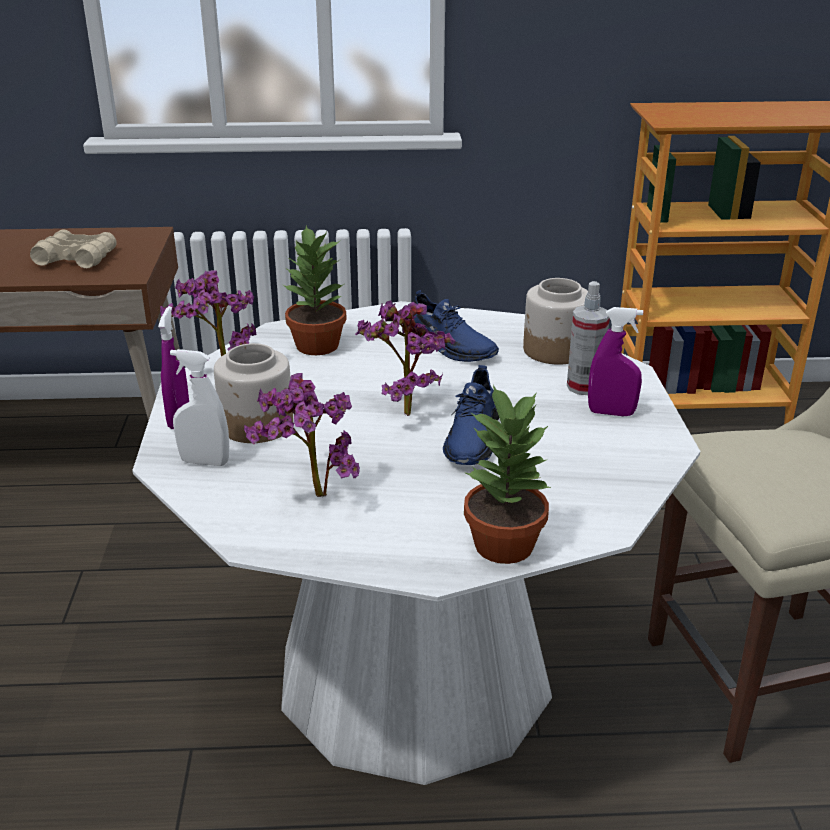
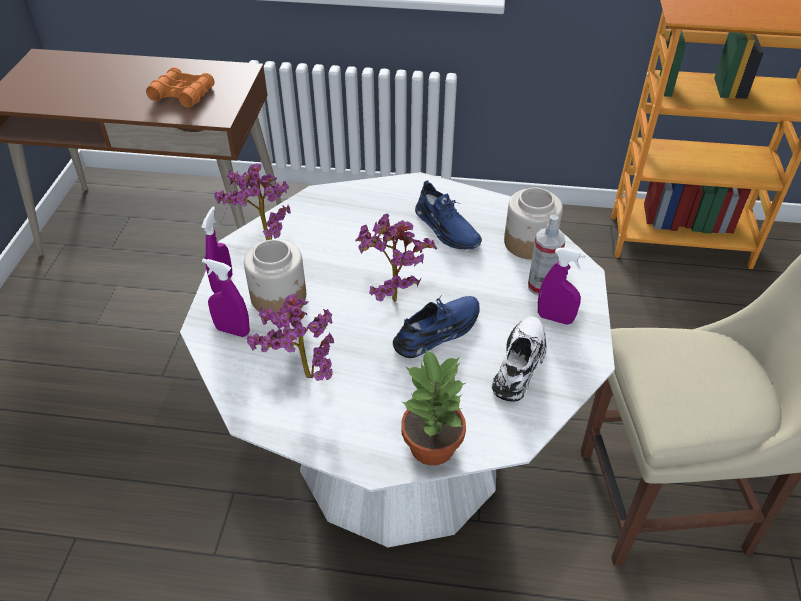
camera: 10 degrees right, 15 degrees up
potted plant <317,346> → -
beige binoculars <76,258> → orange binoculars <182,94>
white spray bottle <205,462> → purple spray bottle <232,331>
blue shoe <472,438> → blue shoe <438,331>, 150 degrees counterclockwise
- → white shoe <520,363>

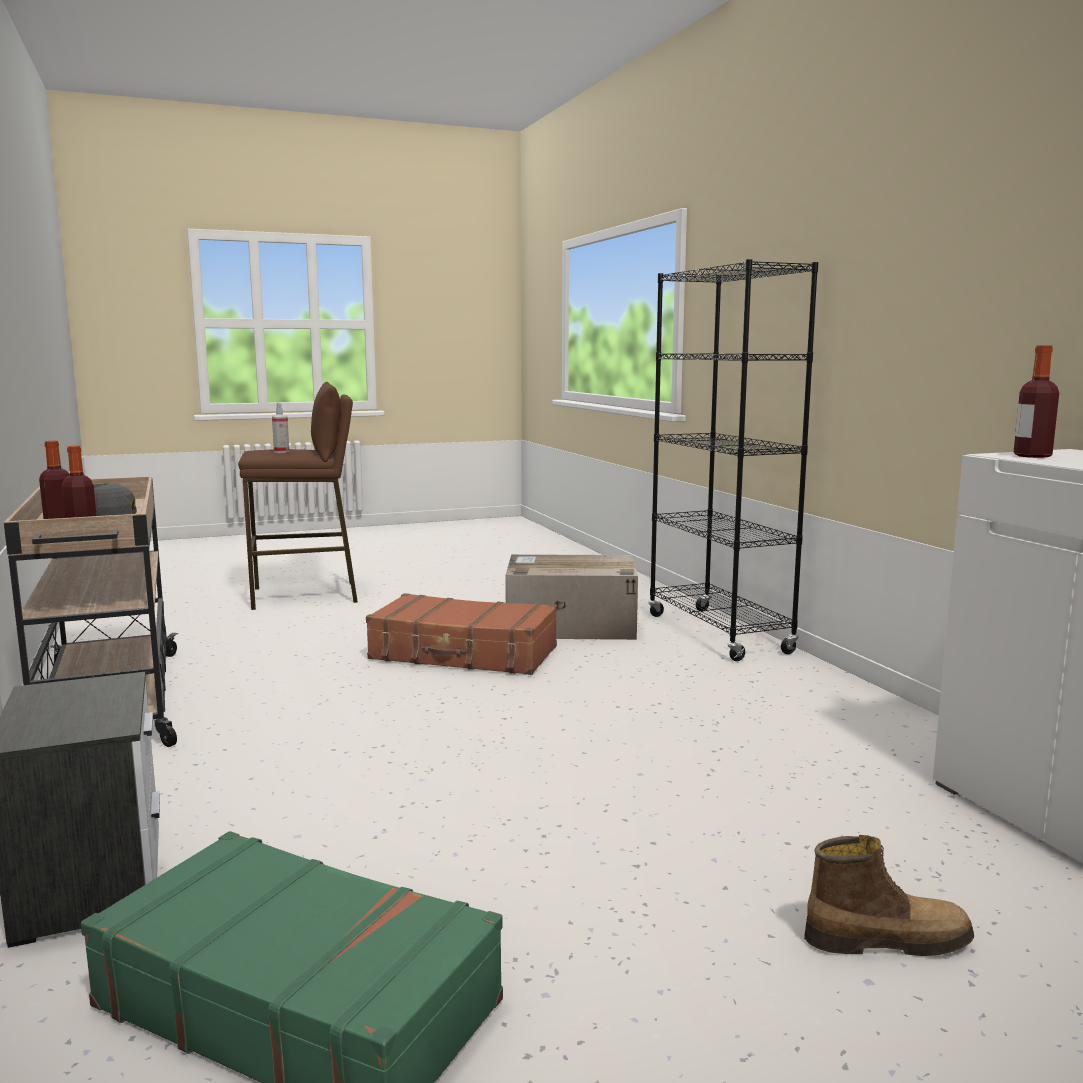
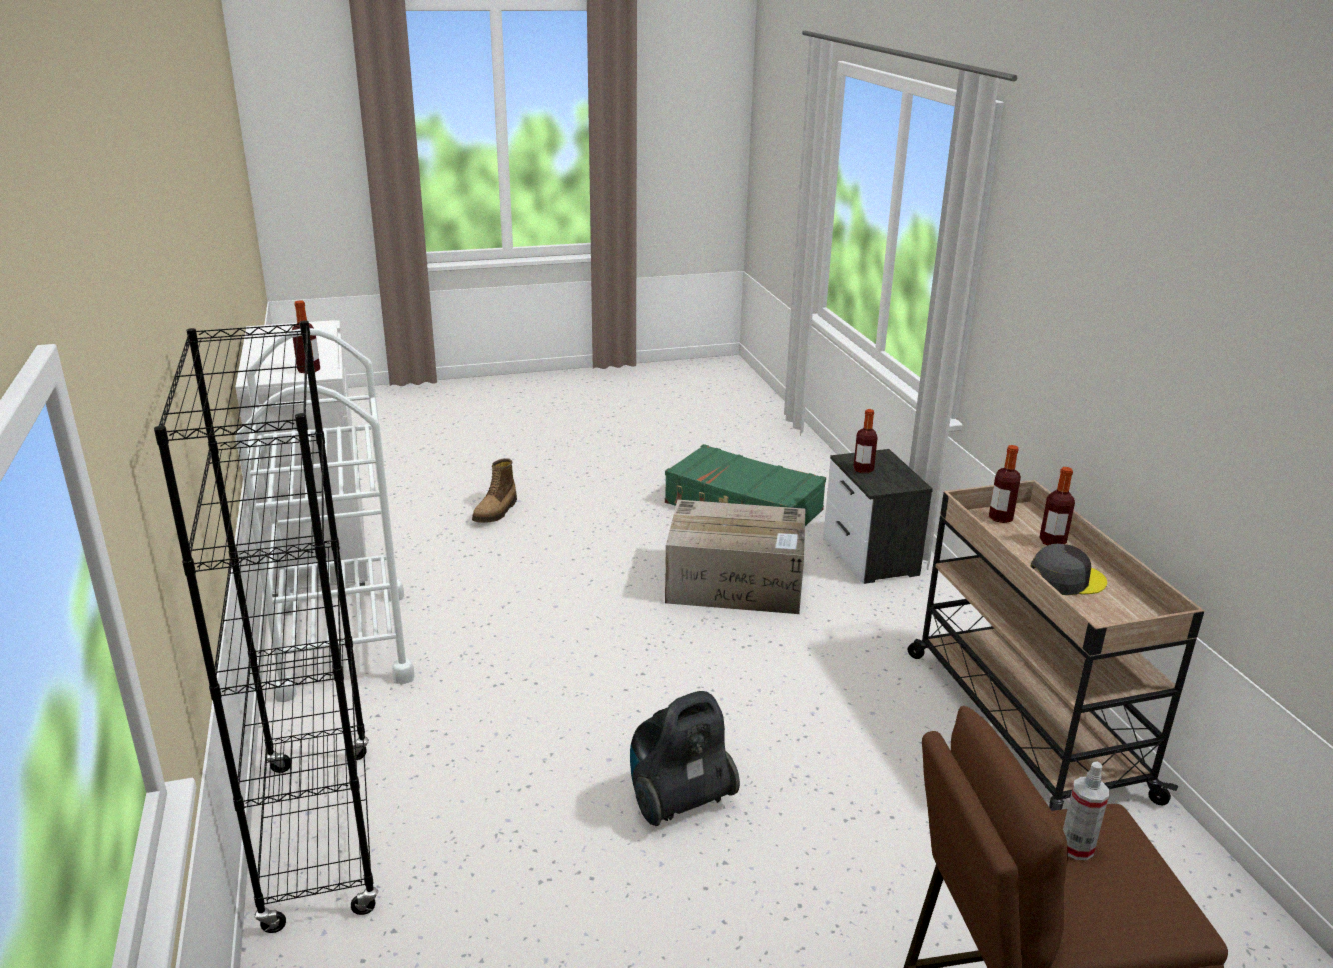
camera: 175 degrees left, 15 degrees up
cardboard box <569,625> → cardboard box <737,583>, relocated
brown suitcase <464,654> → vacuum cleaner <678,802>
boot <886,940> → boot <496,512>, 75 degrees counterclockwise
- → white cart <343,643>
- → bottle <863,469>

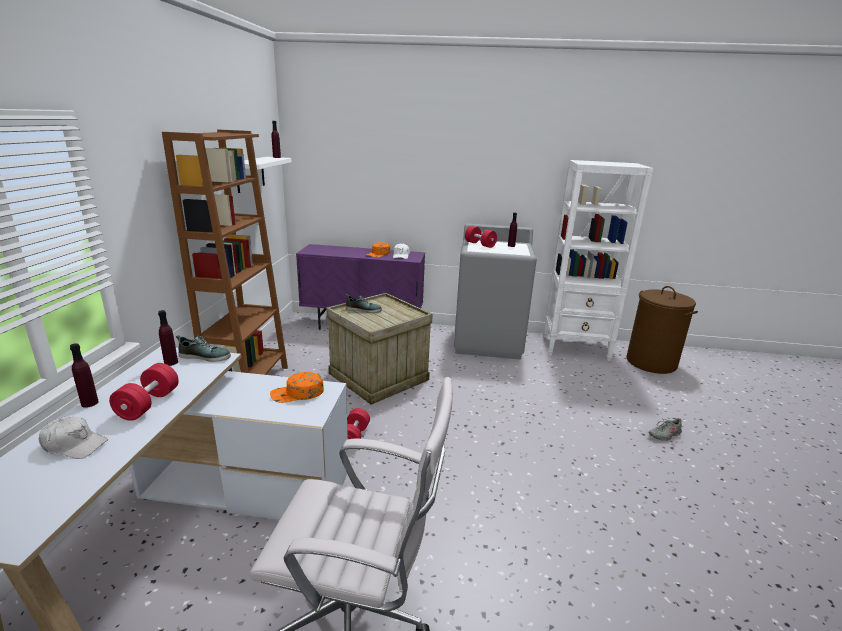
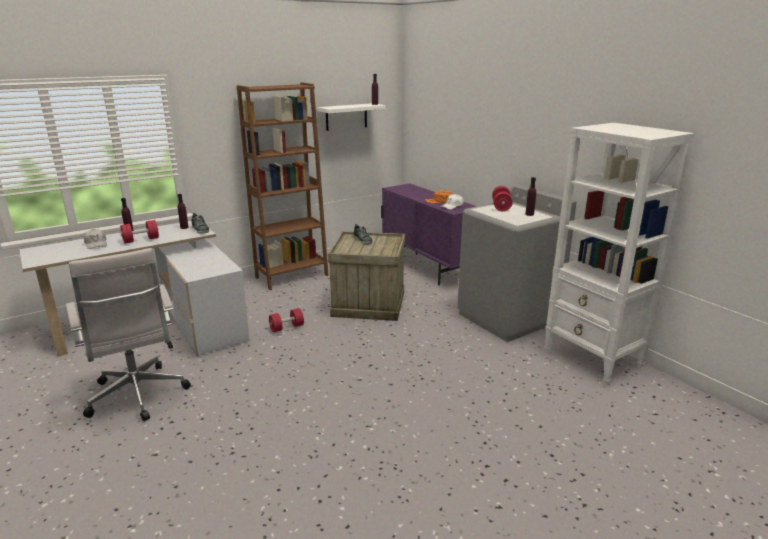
camera: 50 degrees right, 0 degrees up
brown laundry basket <651,362> → -
orange cap <297,393> → -
grey shoe <664,434> → -

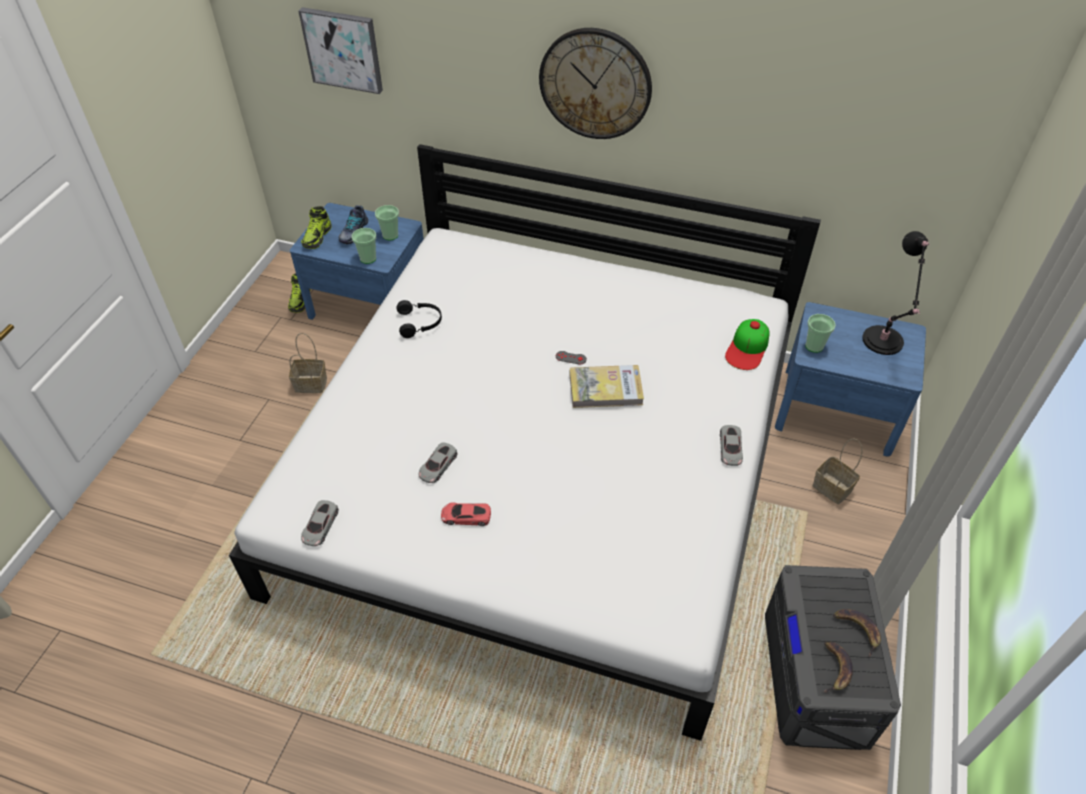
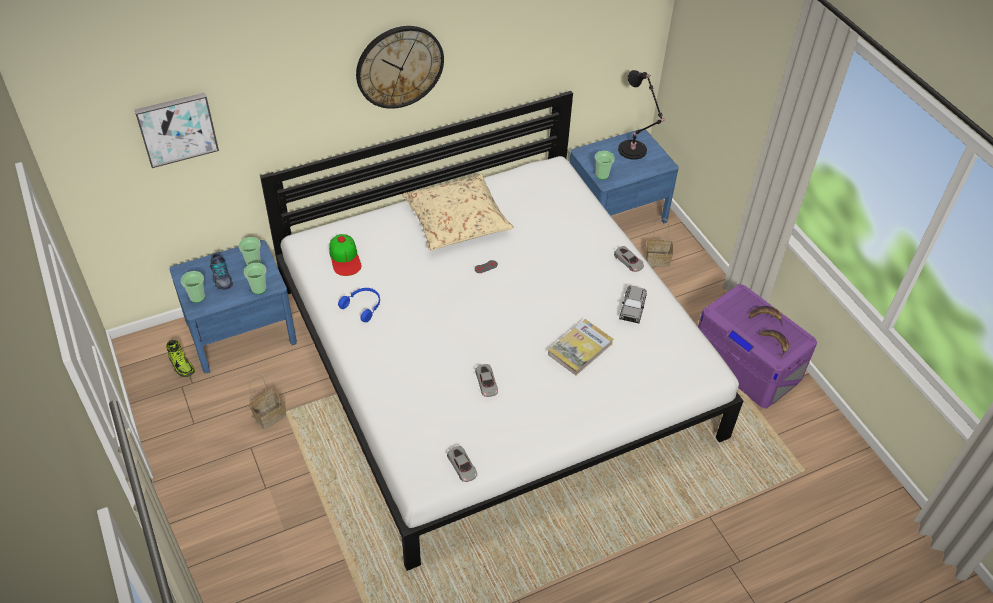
camera: 45 degrees left, 0 degrees up
shoe <317,237> → cup <197,297>
black headphones <420,323> → blue headphones <363,306>
cap <747,348> → cap <345,258>, relocated
book <605,389> → book <580,349>, relocated
red toy car <466,516> → -
grey storage box <816,675> → purple storage box <746,363>
- → beige pillow <457,221>
- → grey toy car <632,309>

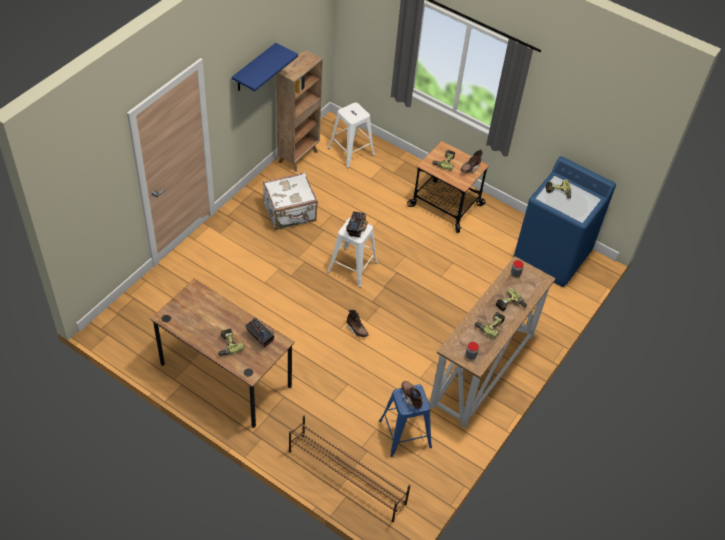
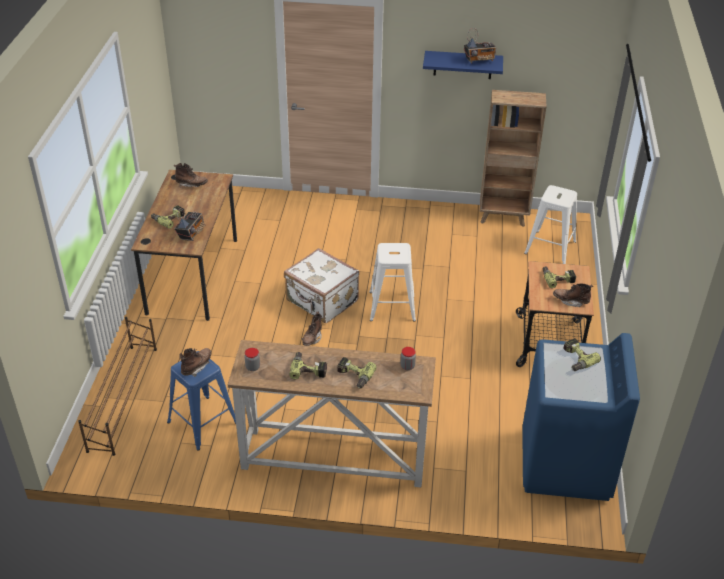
camera: 65 degrees right, 10 degrees down
white suitcase <290,213> → white suitcase <321,301>, relocated
radio <356,229> → radio <479,60>, relocated
- → brown boot <191,184>

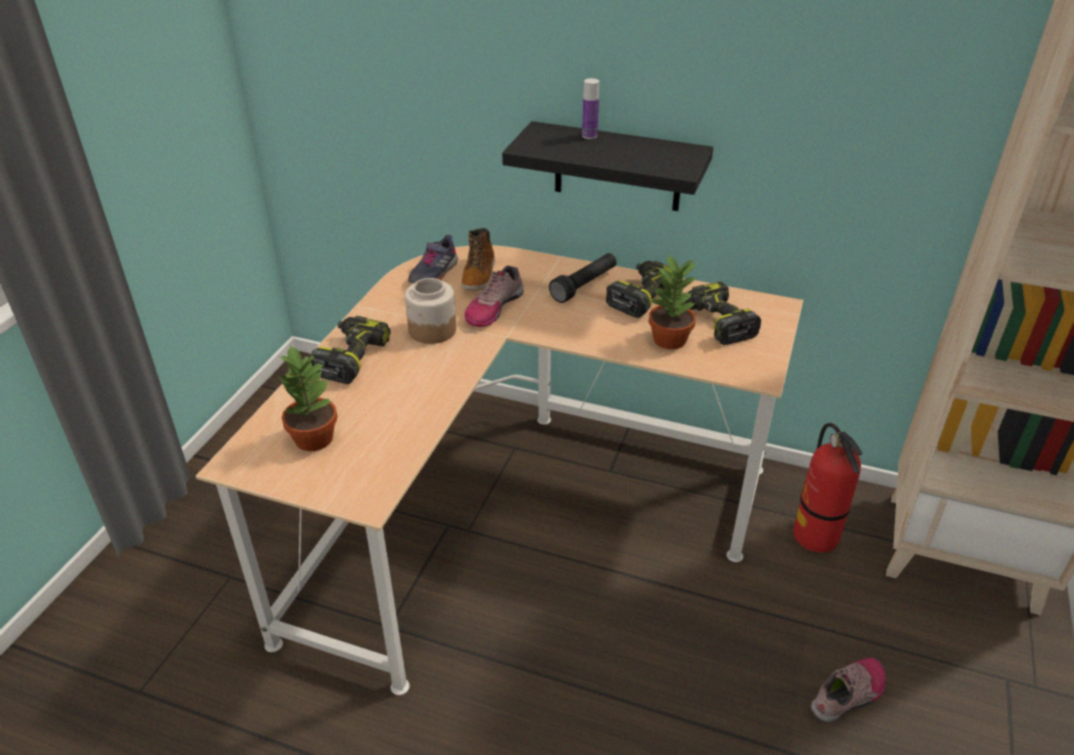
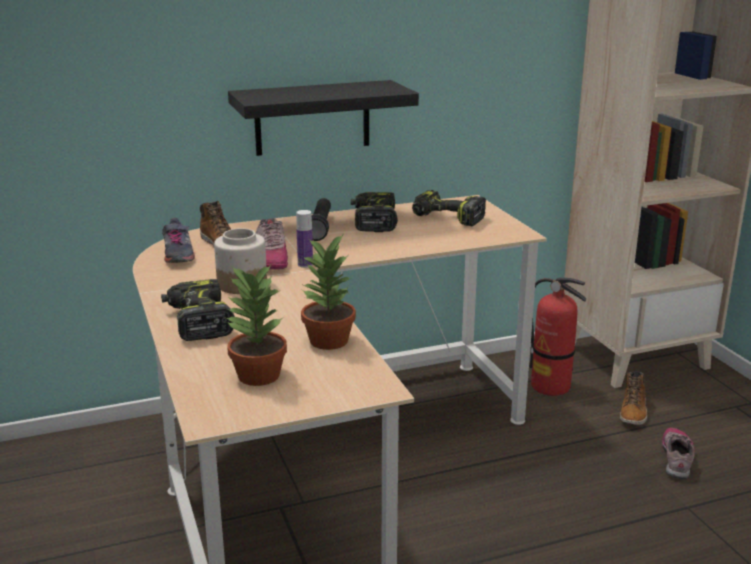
camera: 40 degrees left, 15 degrees down
bottle <589,136> → bottle <305,264>, relocated
potted plant <670,340> → potted plant <330,341>, relocated
- → boot <633,412>

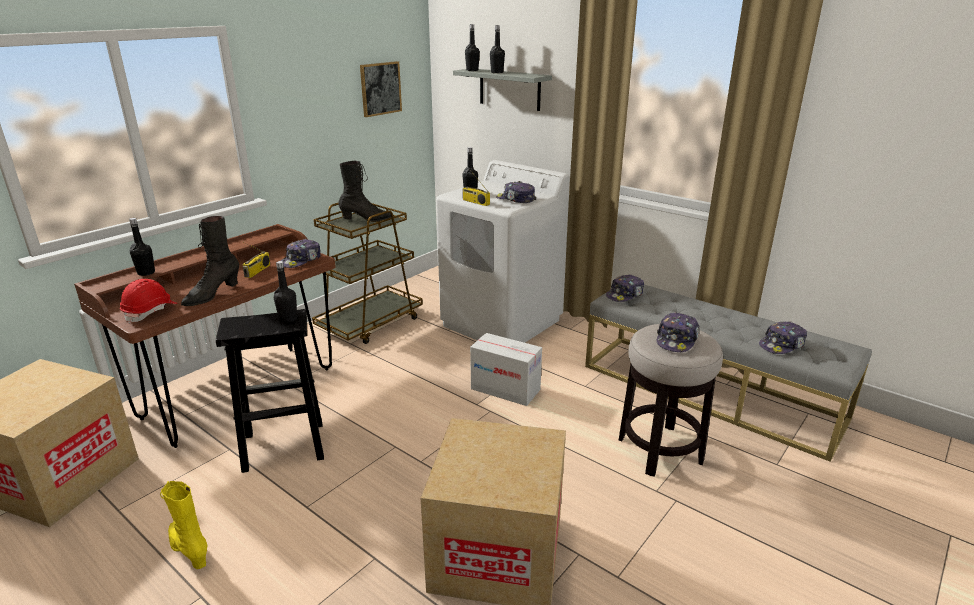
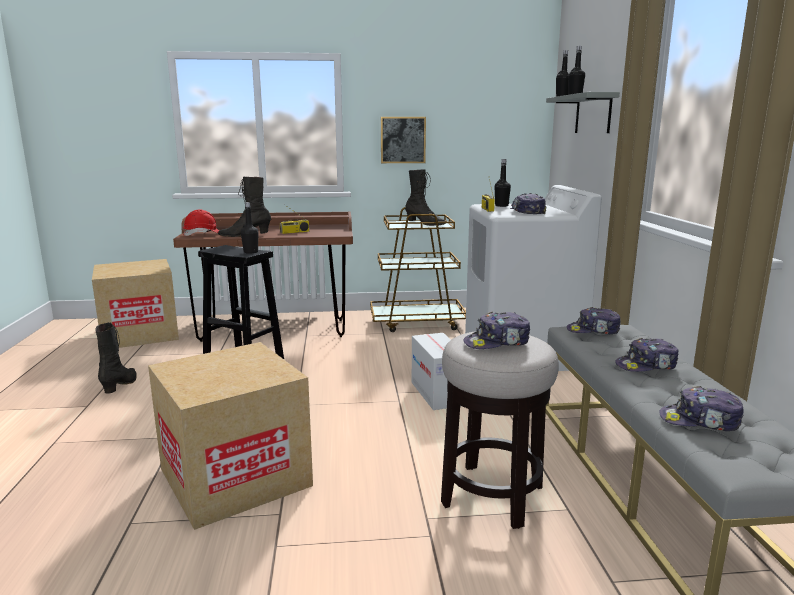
camera: 45 degrees right, 10 degrees down
picture <380,88> → picture <403,140>, relocated
black bottle <146,273> → -
cap <301,260> → cap <646,366>, relocated
yellow boot <190,550> → black boot <121,385>

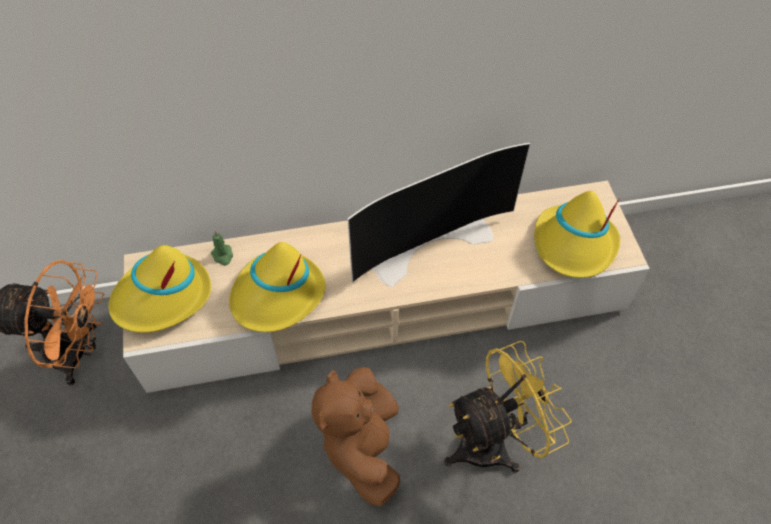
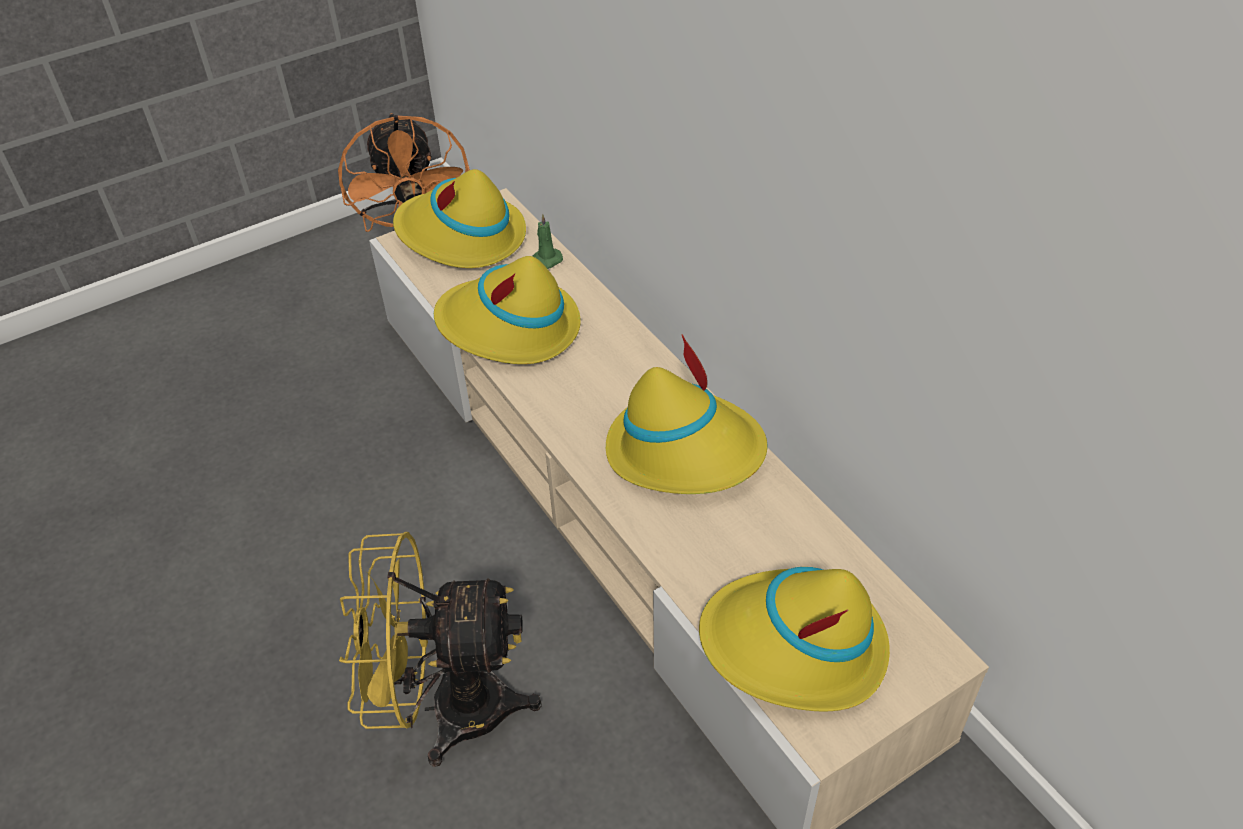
camera: 70 degrees right, 10 degrees down
television <429,241> → yellow hat <685,450>
yellow fan <493,441> → yellow fan <448,709>, 135 degrees clockwise
brown plush toy <362,445> → -

